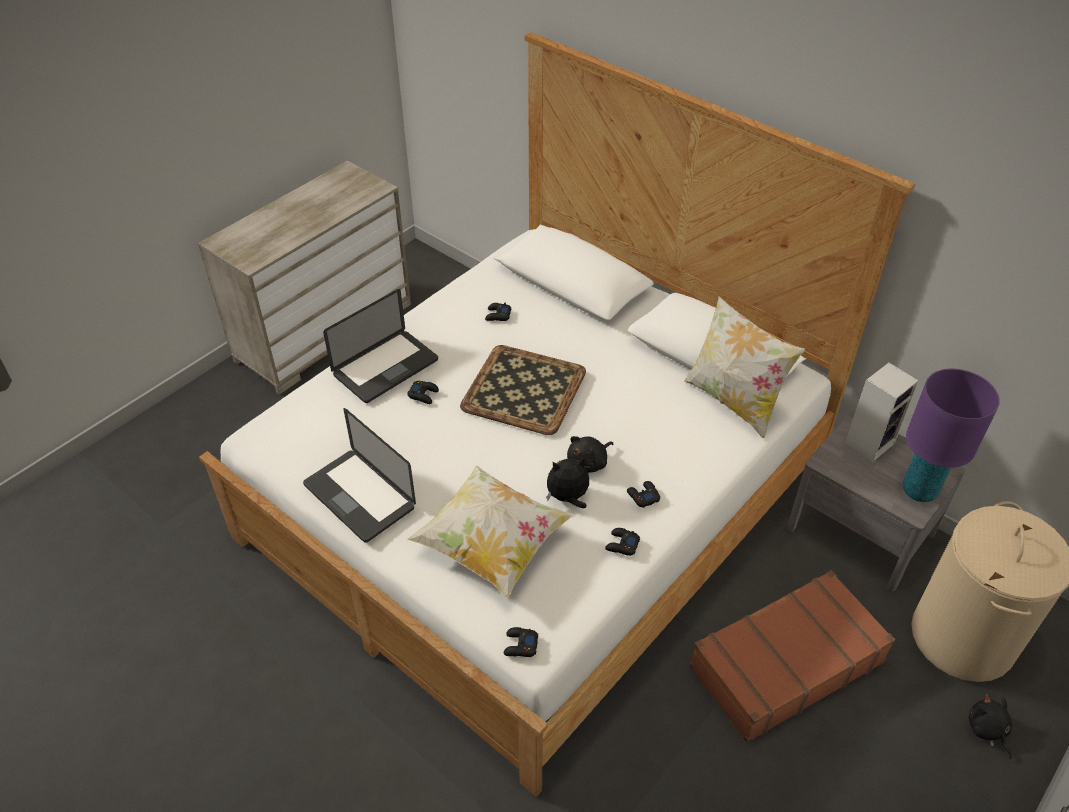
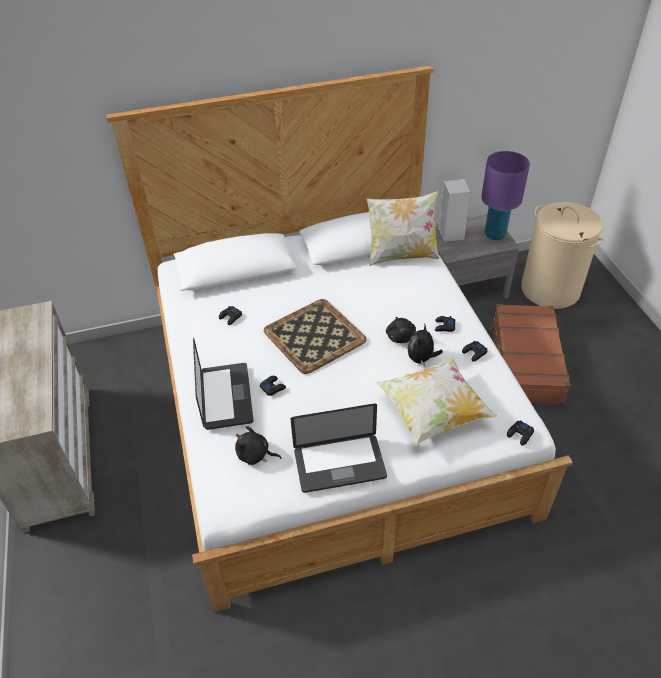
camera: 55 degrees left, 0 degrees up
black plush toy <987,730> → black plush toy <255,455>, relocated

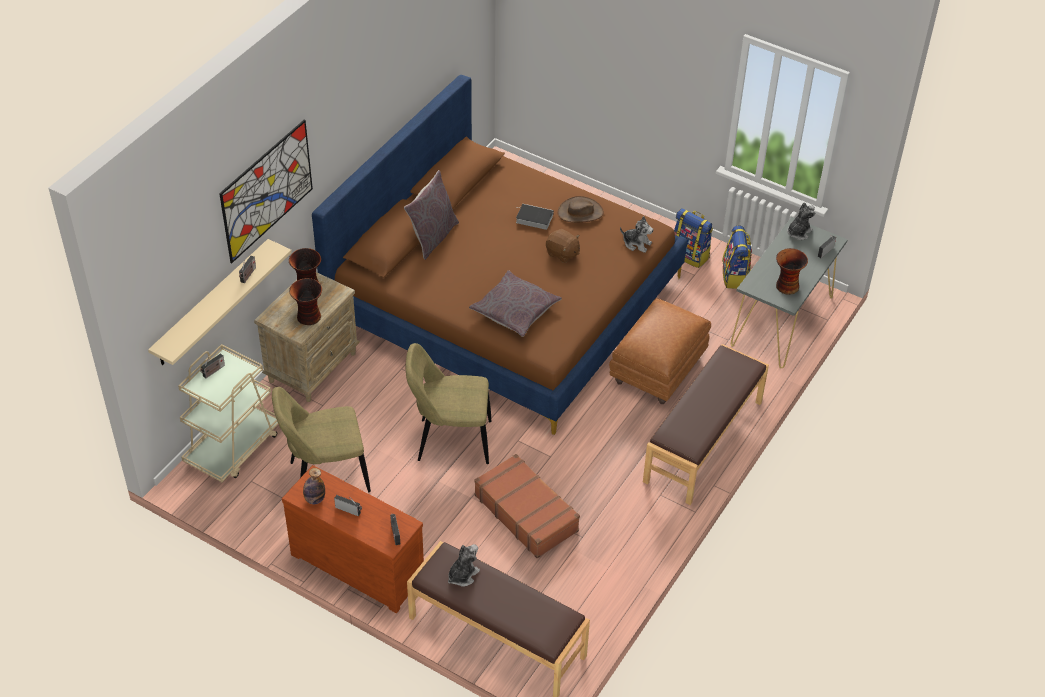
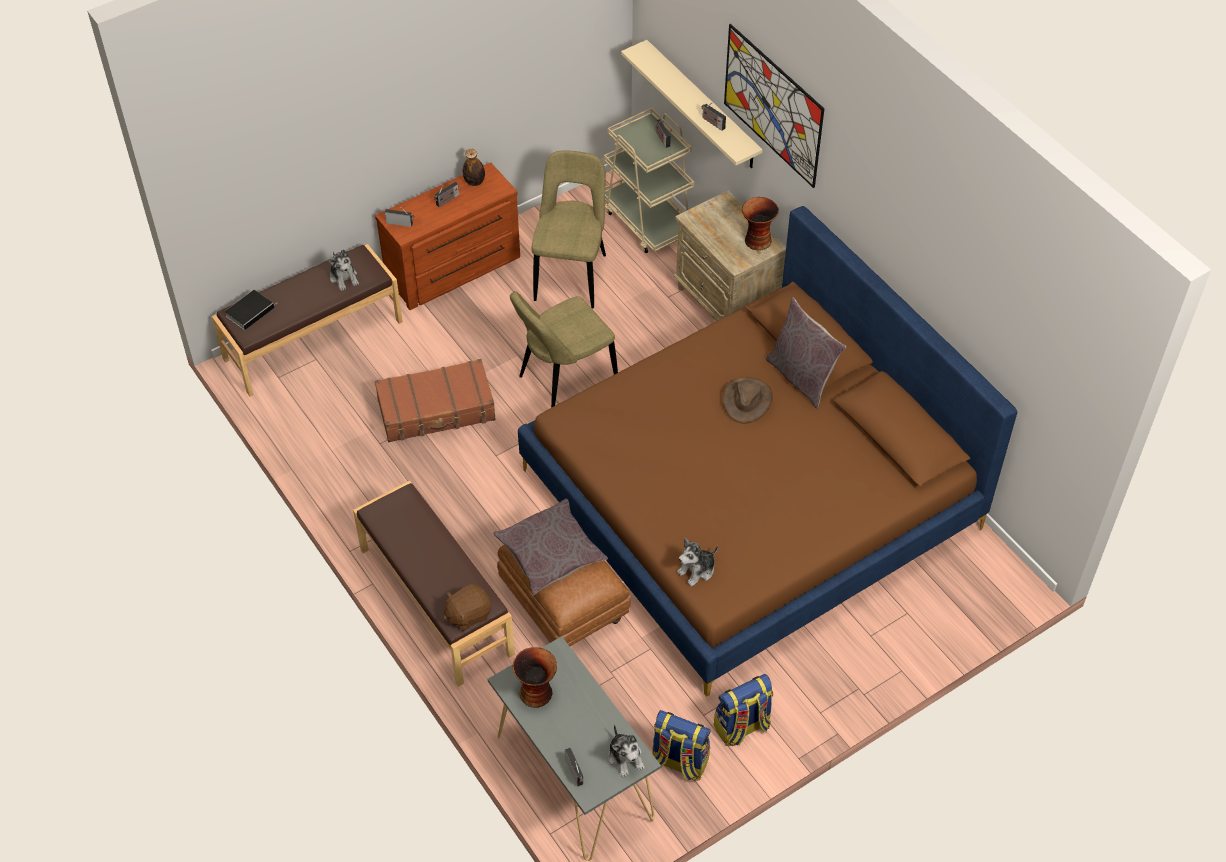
camera: 115 degrees right, 5 degrees up
brown hat <580,212> → brown hat <747,400>, relocated
book <533,218> → book <250,311>, relocated
brown plush toy <562,254> → brown plush toy <468,614>, relocated
grey pillow <515,310> → grey pillow <550,553>, relocated
vase <309,317> → -
beige chair <450,441> → beige chair <564,381>, 150 degrees counterclockwise

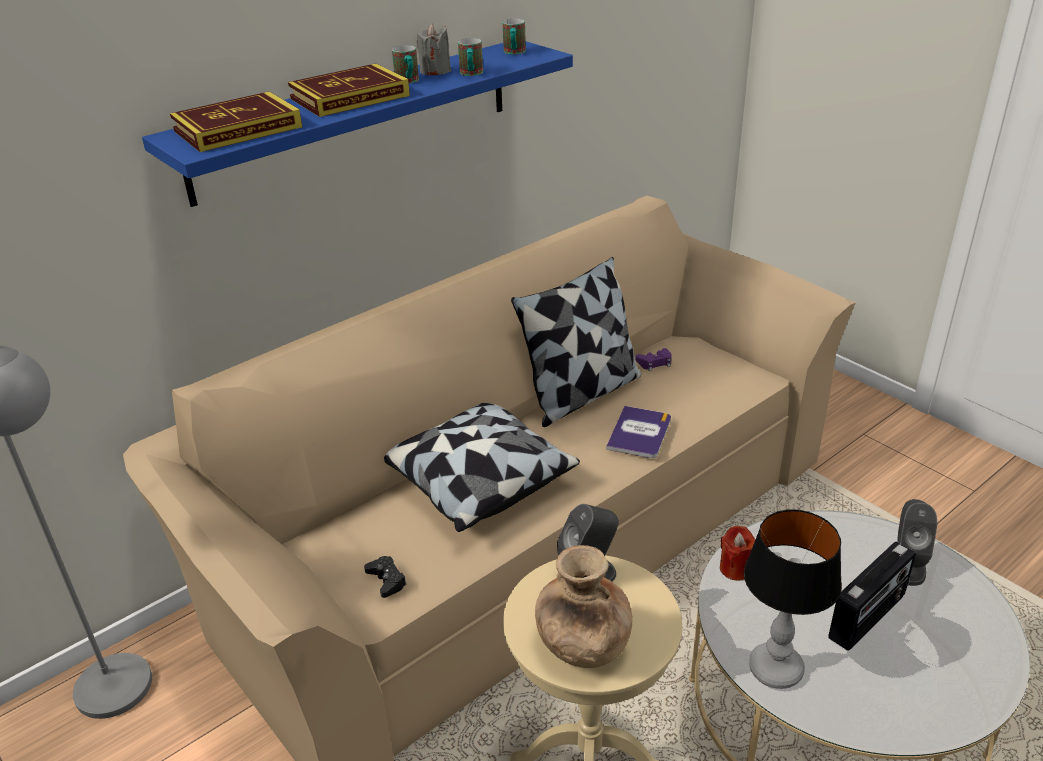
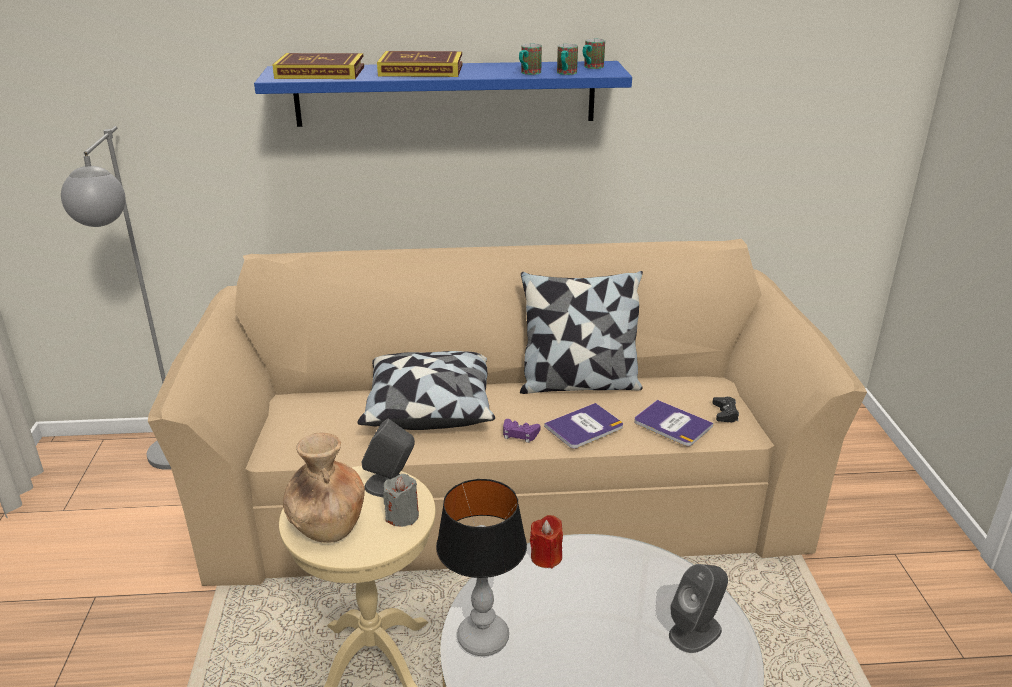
camera: 35 degrees right, 5 degrees down
grey candle <435,71> → grey candle <402,516>, relocated
mug <408,82> → mug <565,74>, relocated
purple game controller <655,363> → purple game controller <520,434>, relocated
radio <868,618> → -
black game controller <386,580> → black game controller <725,413>, relocated
- → book <672,424>

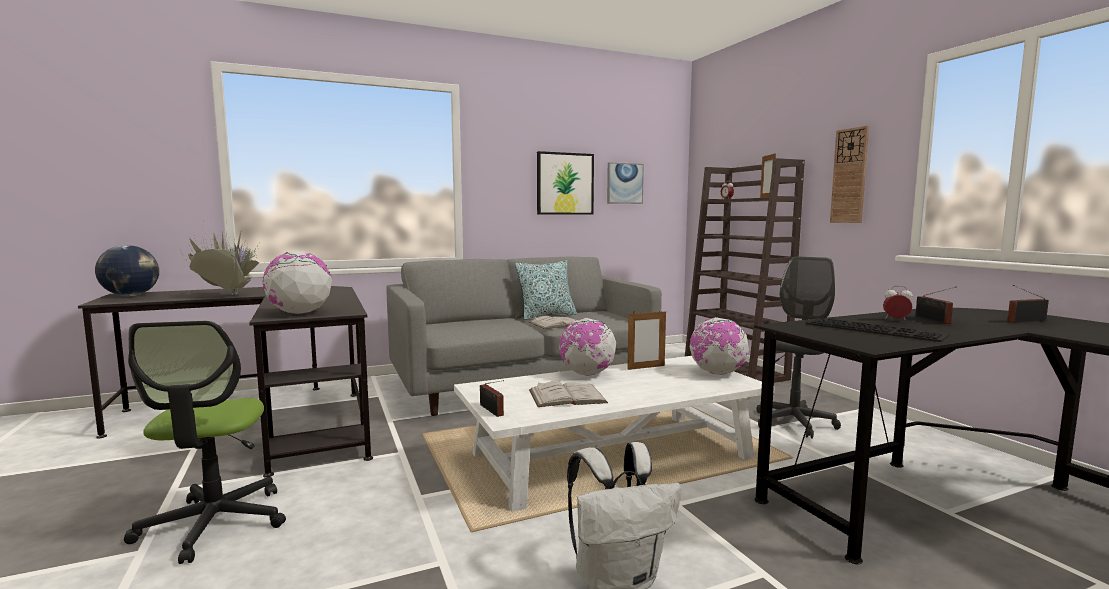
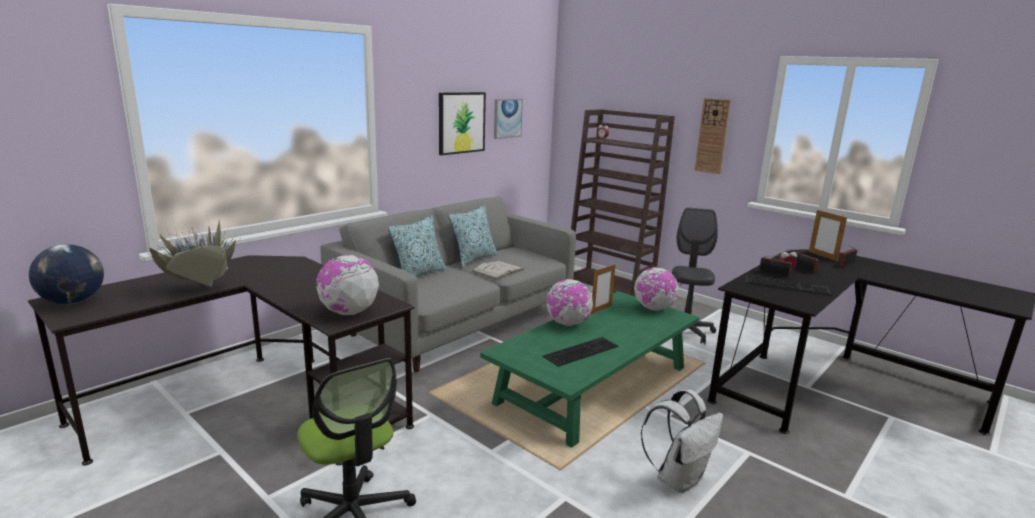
camera: 25 degrees left, 10 degrees up
picture frame <766,198> → picture frame <822,256>, relocated
white coffee table <612,455> → green coffee table <593,384>
radio <492,411> → radio <775,274>, relocated
white book <567,396> → keyboard <580,350>
- → pillow <419,275>

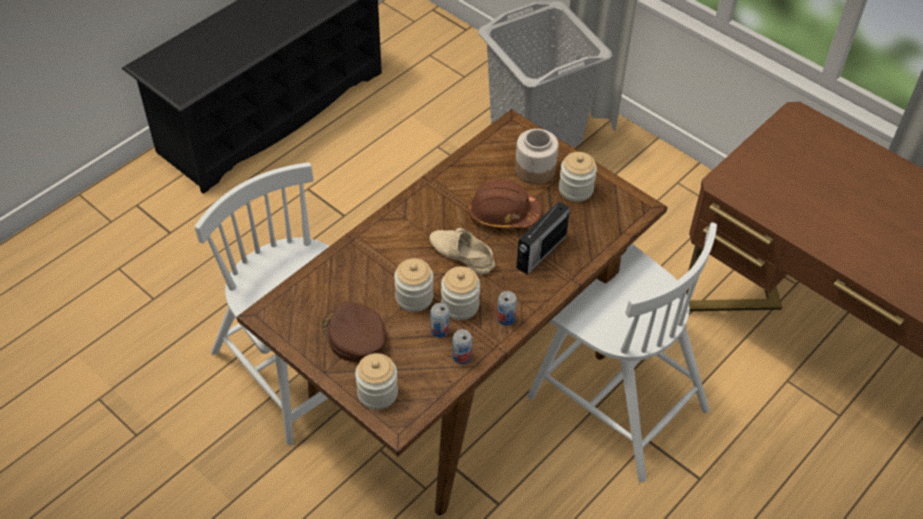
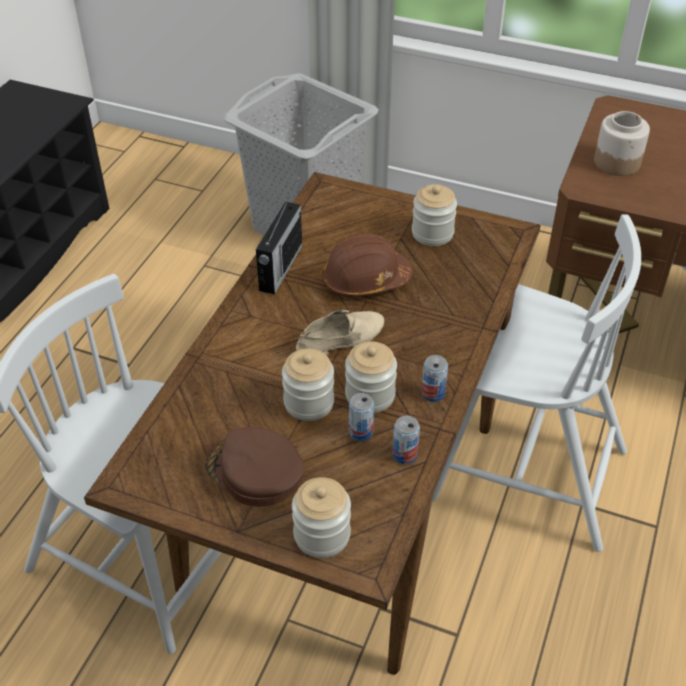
camera: 20 degrees left, 5 degrees down
jar <535,170> → jar <617,162>, relocated
radio <540,252> → radio <280,268>, relocated
beige shoe <460,255> → beige shoe <340,338>, 135 degrees clockwise

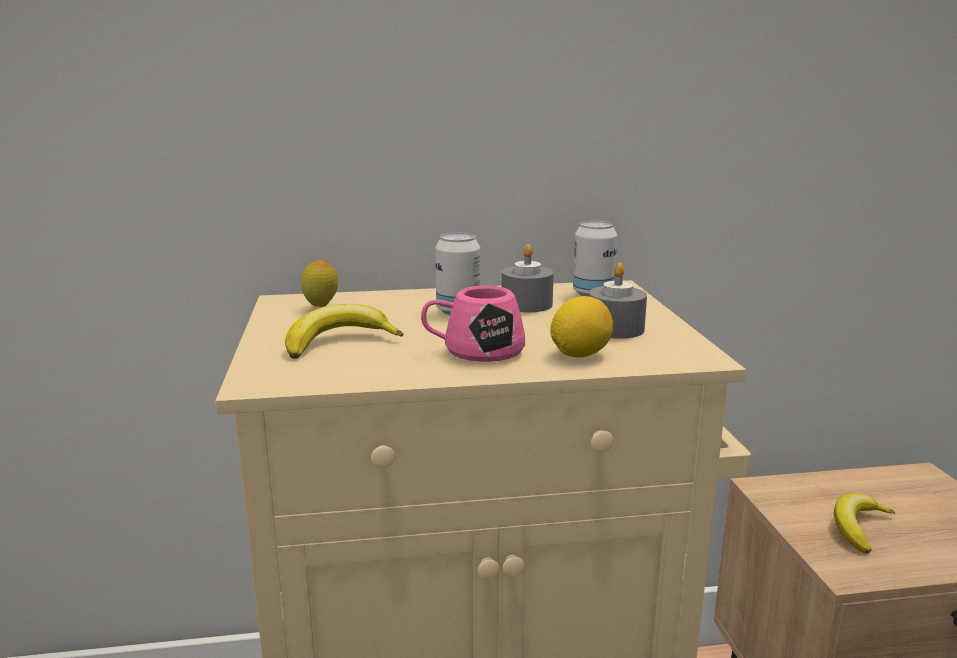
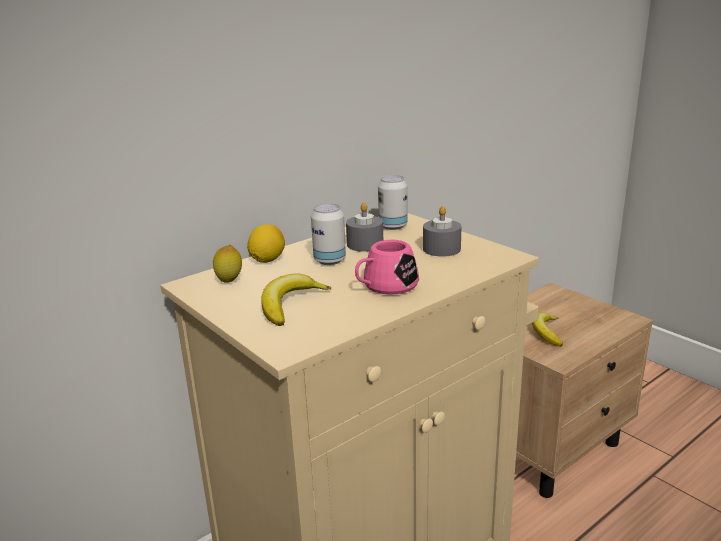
camera: 30 degrees left, 5 degrees up
lemon <580,354> → lemon <267,260>, relocated

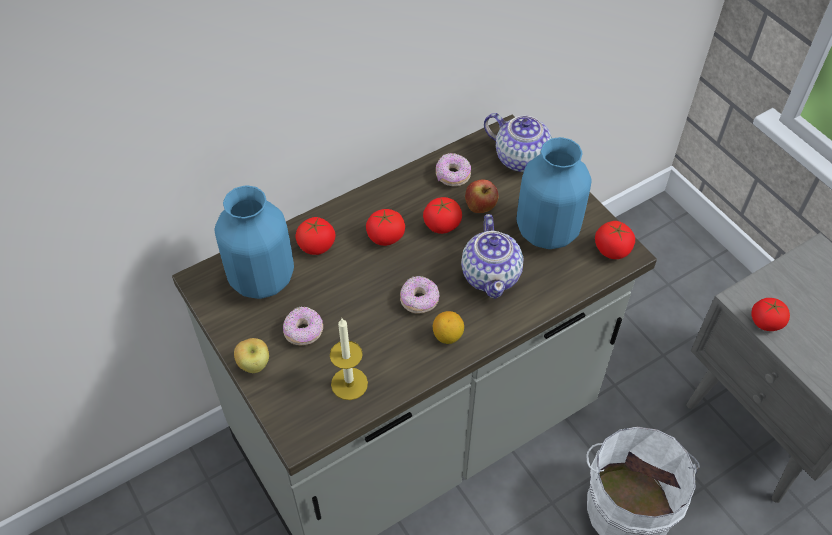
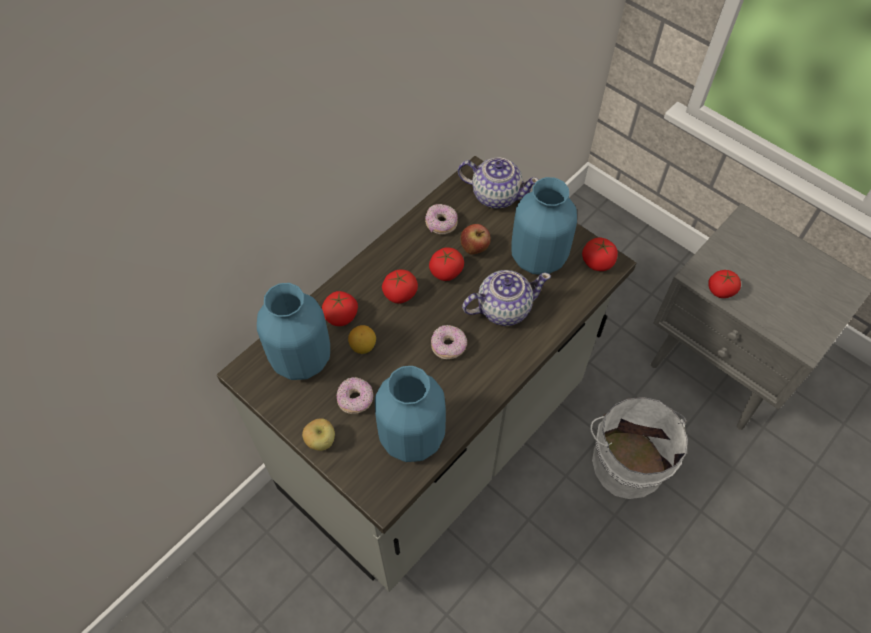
camera: 15 degrees left, 5 degrees up
teapot <491,275> → teapot <503,308>, 90 degrees counterclockwise
lemon <448,336> → lemon <363,346>, relocated
candle <349,383> → blue vase <411,437>

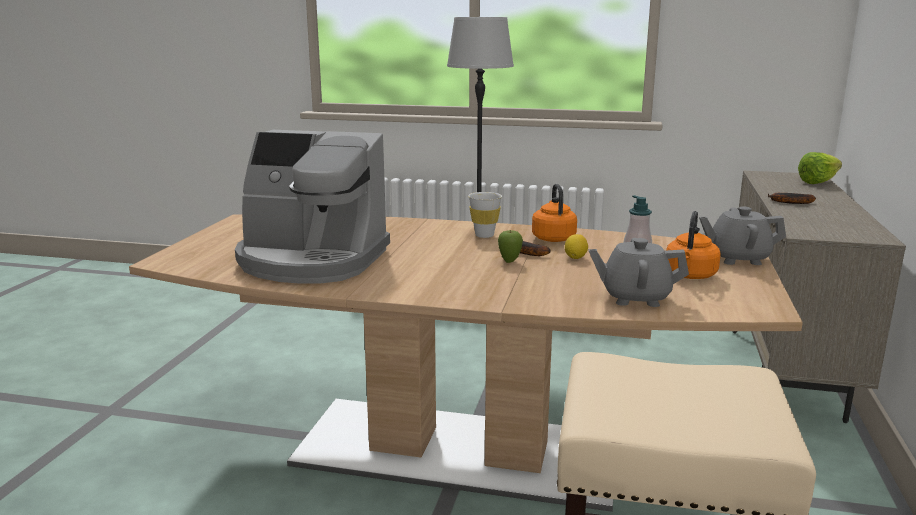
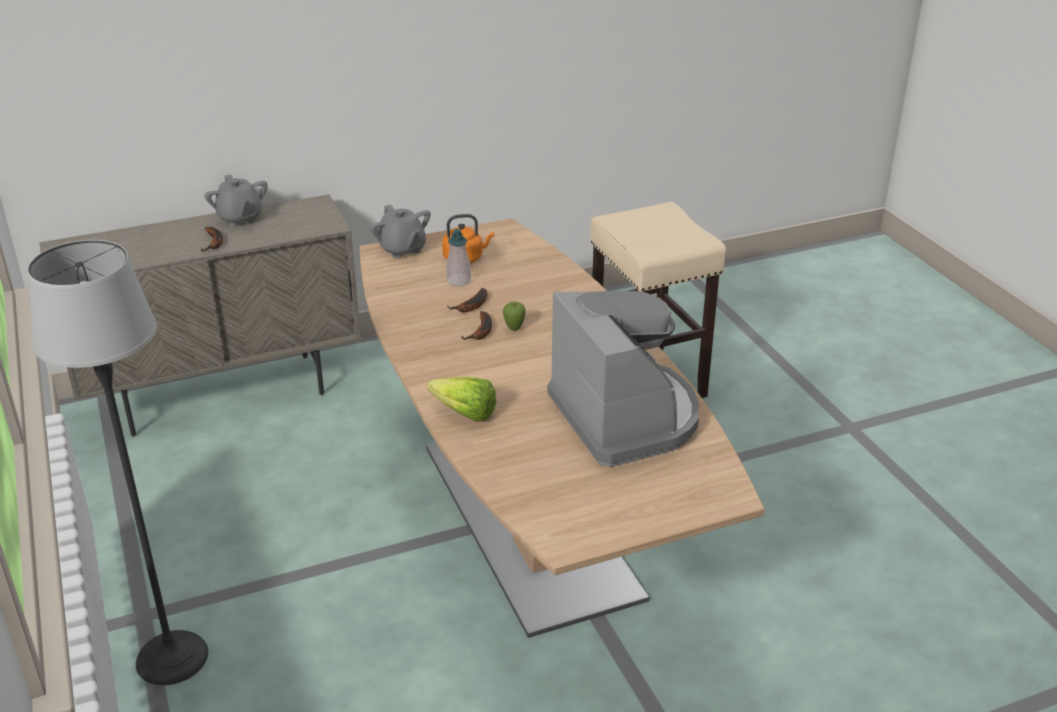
camera: 125 degrees left, 15 degrees up
lettuce <821,182> → lettuce <460,411>, relocated
orange kettle <553,238> → -
white cup <484,235> → -
lemon <575,258> → banana <472,306>
grey teapot <635,298> → grey teapot <240,218>, relocated

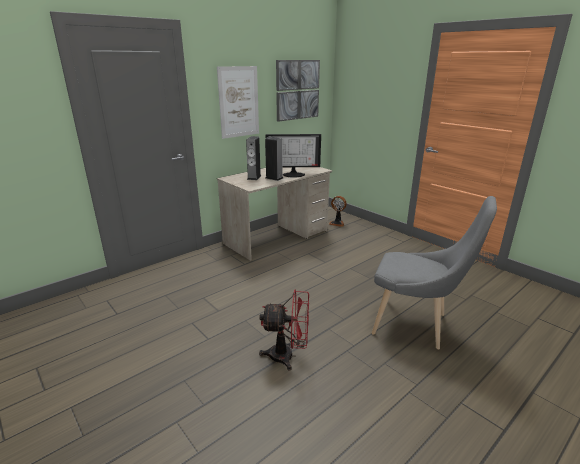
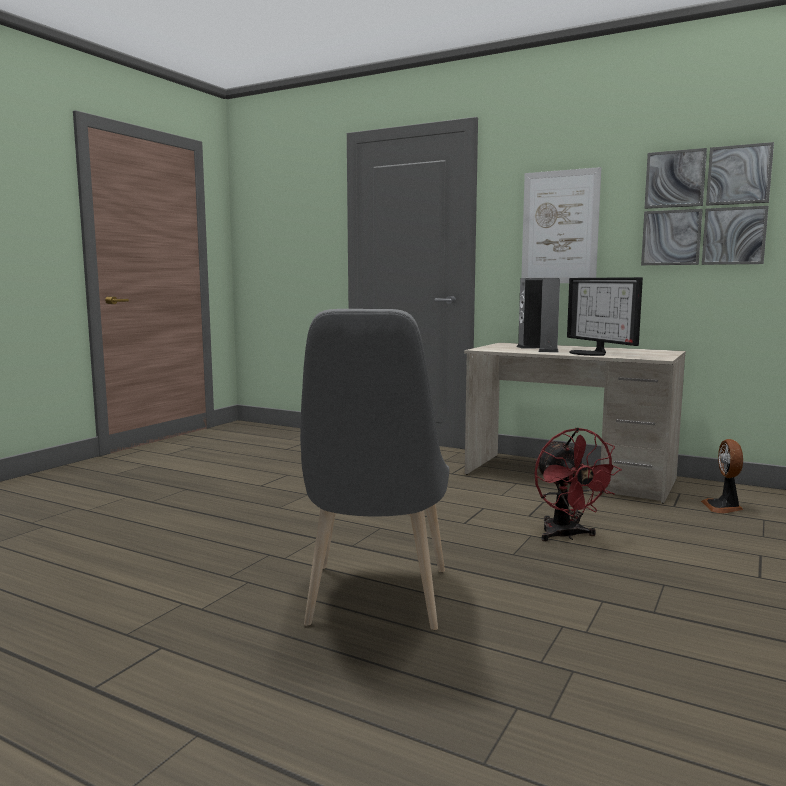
camera: 70 degrees right, 15 degrees down
red fan <288,356> → red fan <566,536>, relocated

